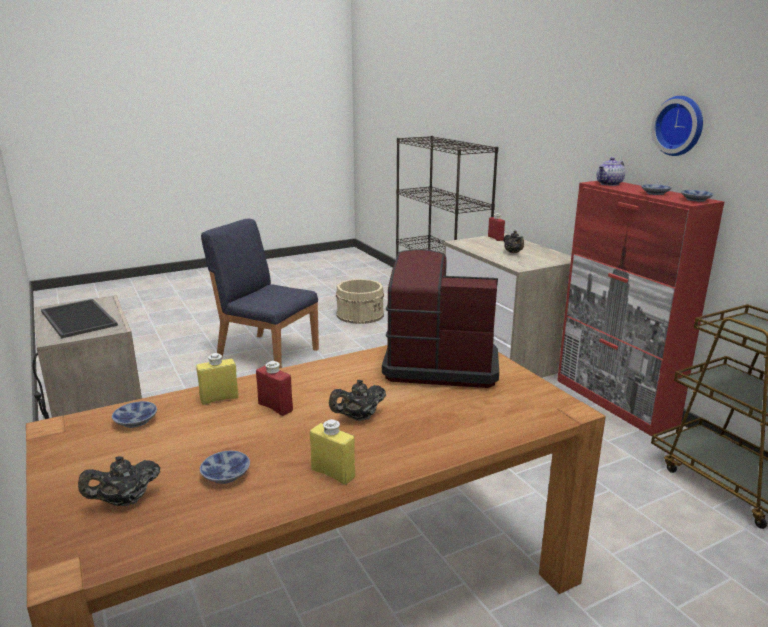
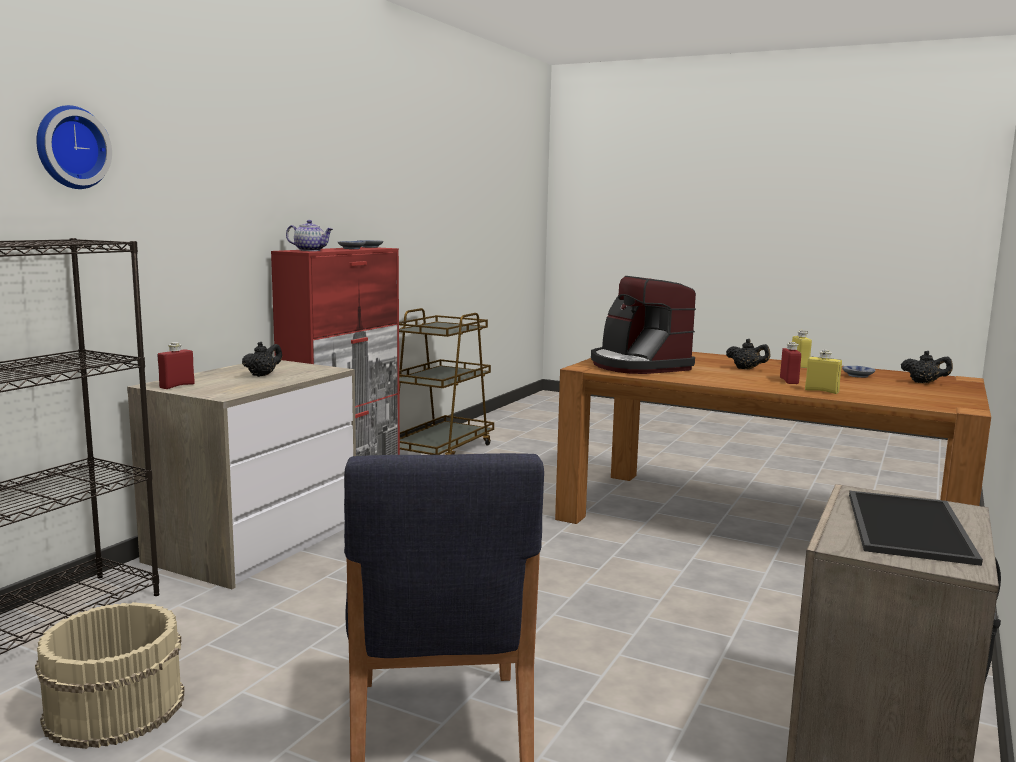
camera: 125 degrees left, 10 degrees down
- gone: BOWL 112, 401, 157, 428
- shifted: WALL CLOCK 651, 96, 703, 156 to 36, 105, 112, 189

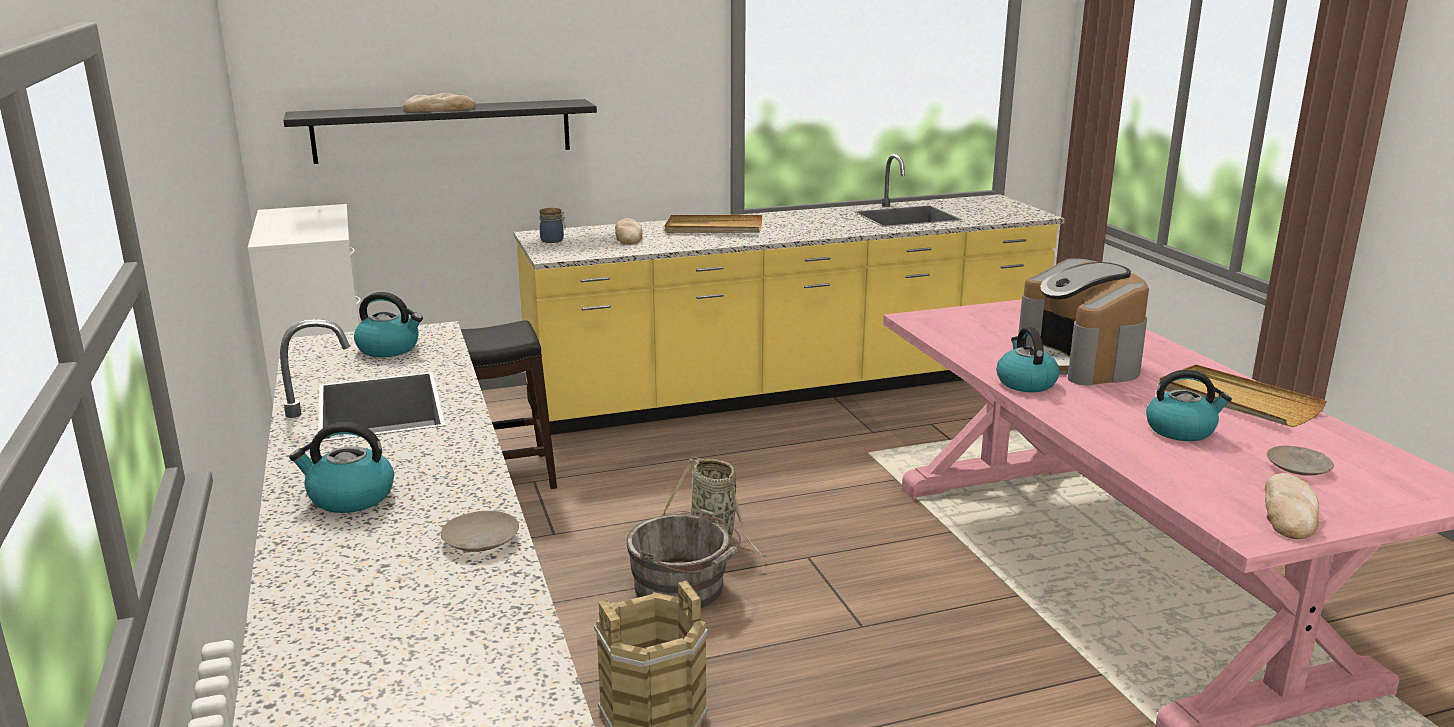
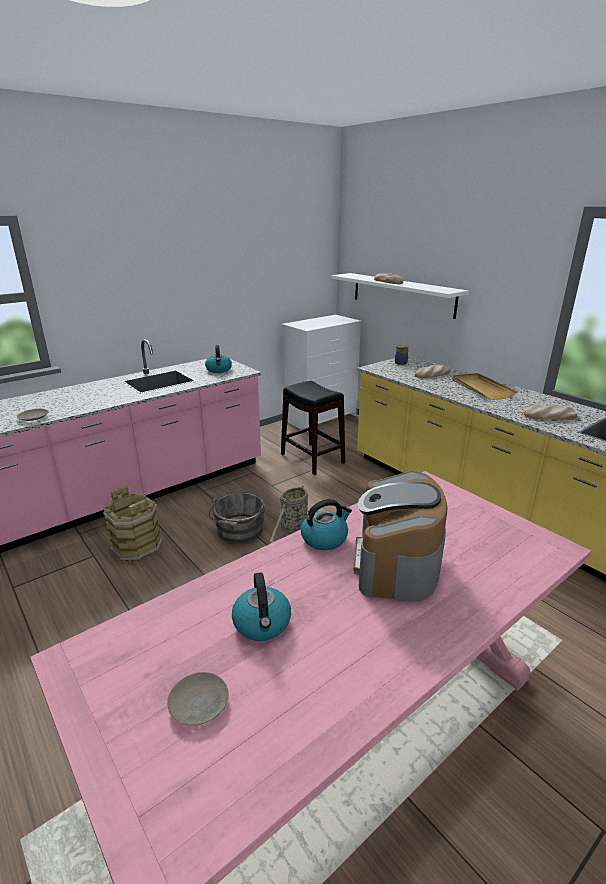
camera: 70 degrees right, 5 degrees up
- gone: KETTLE 289, 422, 394, 513
- gone: BEIGE TRAY 1159, 364, 1327, 427
- shifted: BREAD 1265, 473, 1319, 539 to 524, 405, 578, 420
- repainted: BLACK SHELF 283, 99, 597, 164 to WHITE SHELF 331, 273, 469, 319
- rotated: COFFEE MACHINE 1018, 258, 1149, 386 = 353, 471, 447, 602 45 degrees counterclockwise

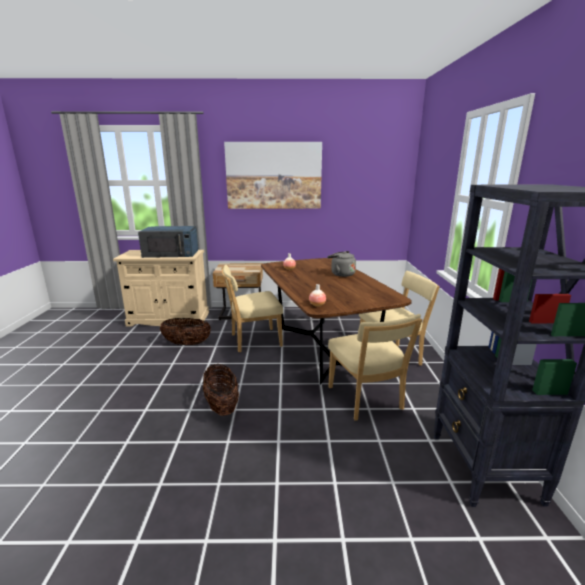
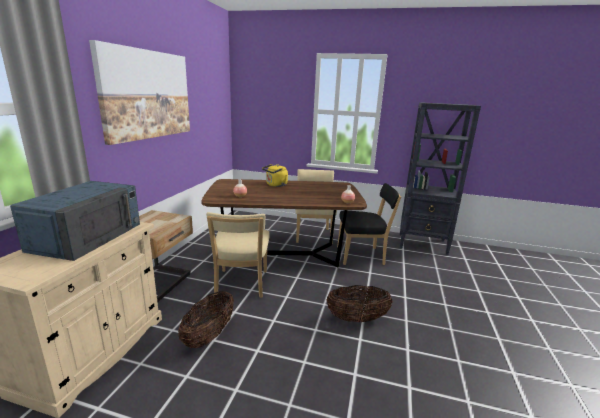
camera: 75 degrees left, 0 degrees up
- repainted: GREY KETTLE 327, 251, 356, 277 to YELLOW KETTLE 262, 164, 288, 187
- repainted: BEIGE CHAIR 328, 314, 422, 421 to BLACK CHAIR 337, 183, 401, 265

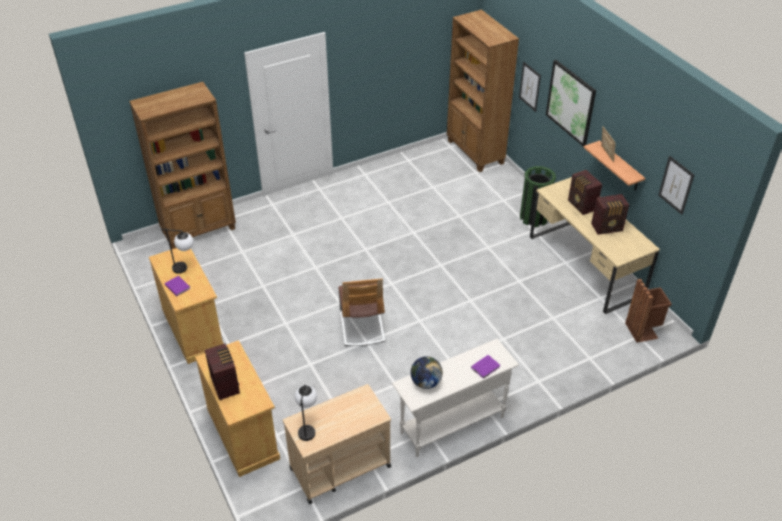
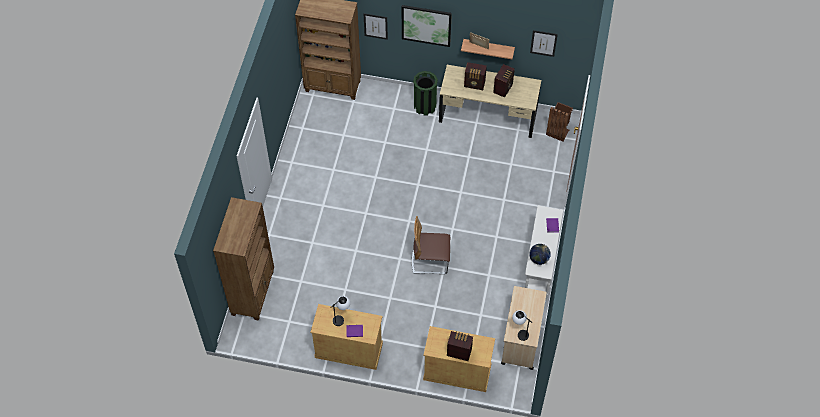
camera: 50 degrees left, 15 degrees up
- rotated: CHAIR 338, 278, 385, 346 = 412, 216, 450, 274 150 degrees clockwise

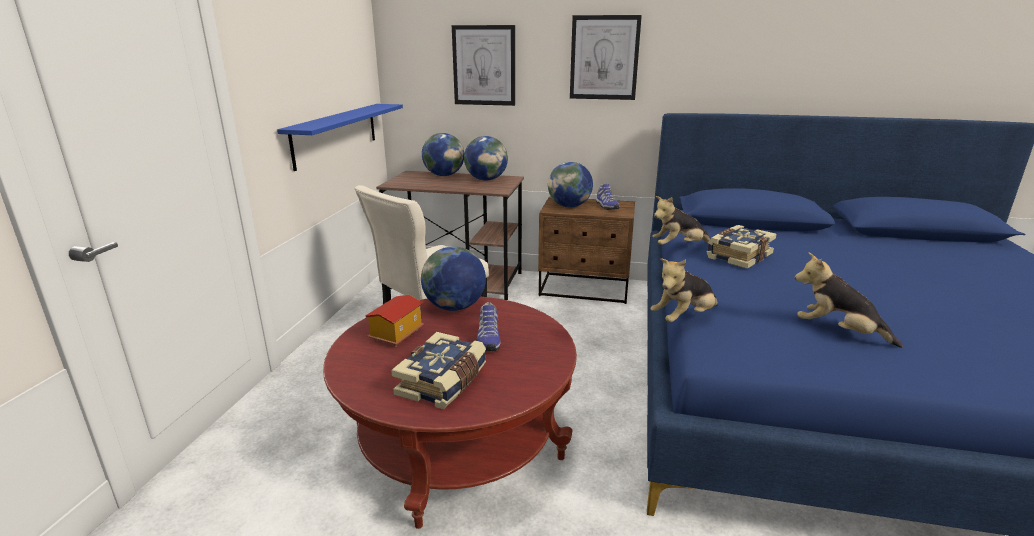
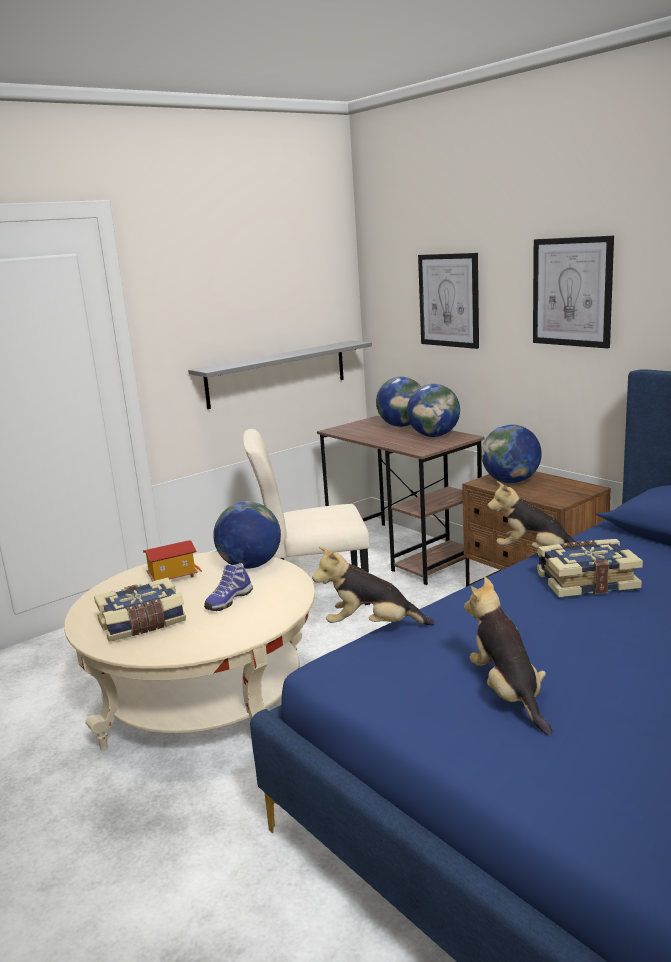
camera: 40 degrees right, 5 degrees down
- gone: SHOE 596, 184, 620, 210
- repainted: BLUE SHELF 277, 104, 403, 171 to GREY SHELF 188, 341, 372, 409
- repainted: RED COFFEE TABLE 323, 296, 577, 529 to BEIGE COFFEE TABLE 64, 552, 315, 751

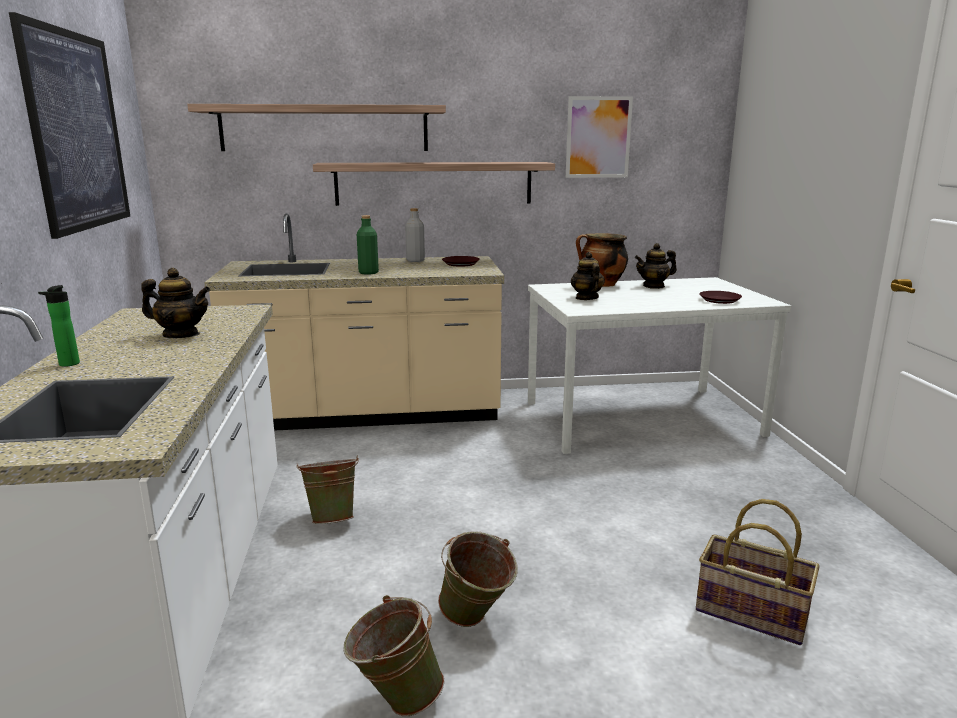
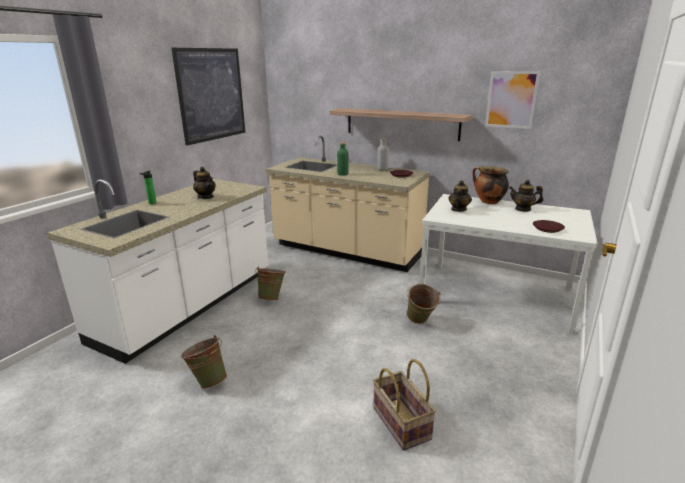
camera: 35 degrees right, 5 degrees up
- gone: SHELF 187, 104, 446, 151
- shifted: GREEN BUCKET 438, 531, 518, 627 to 407, 284, 441, 324

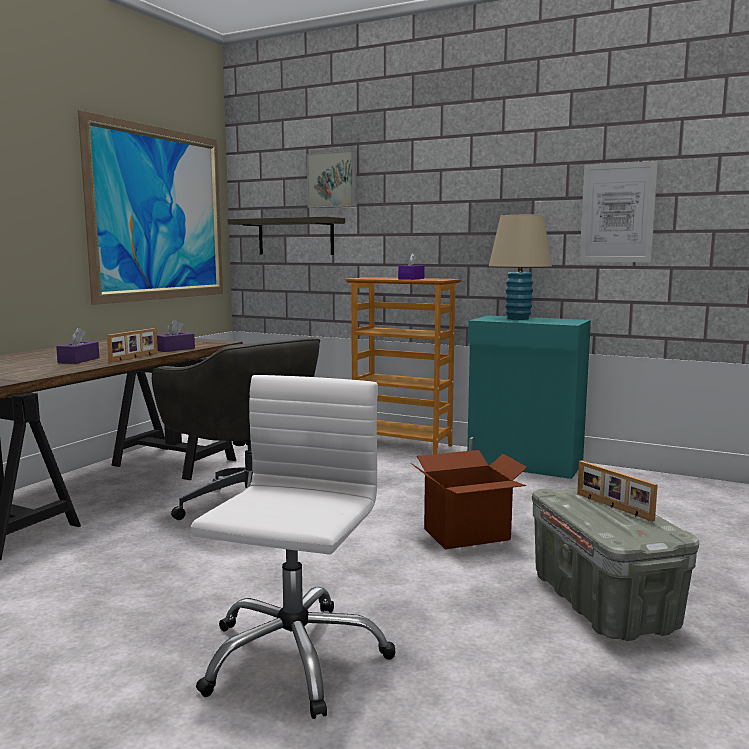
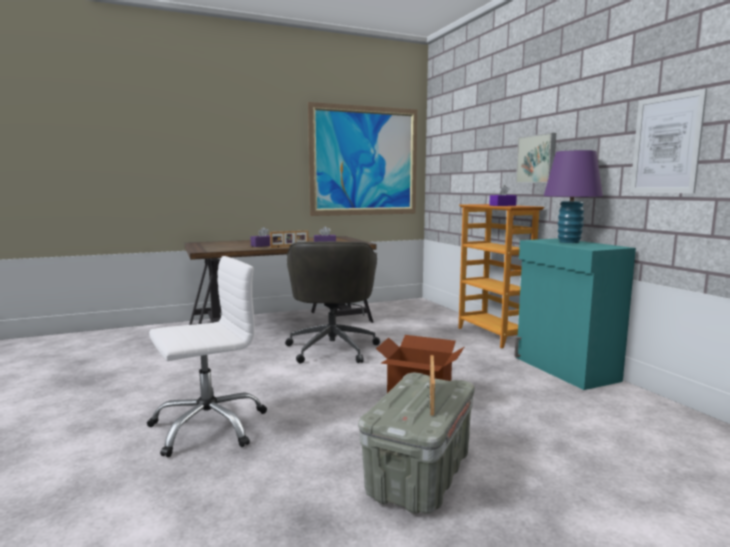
camera: 40 degrees right, 0 degrees up
- gone: SHELF 228, 216, 345, 255
- shifted: PICTURE 307, 150, 357, 208 to 516, 133, 556, 183
- repainted: BEIGE TABLE LAMP 489, 215, 552, 320 to PURPLE TABLE LAMP 544, 150, 603, 243

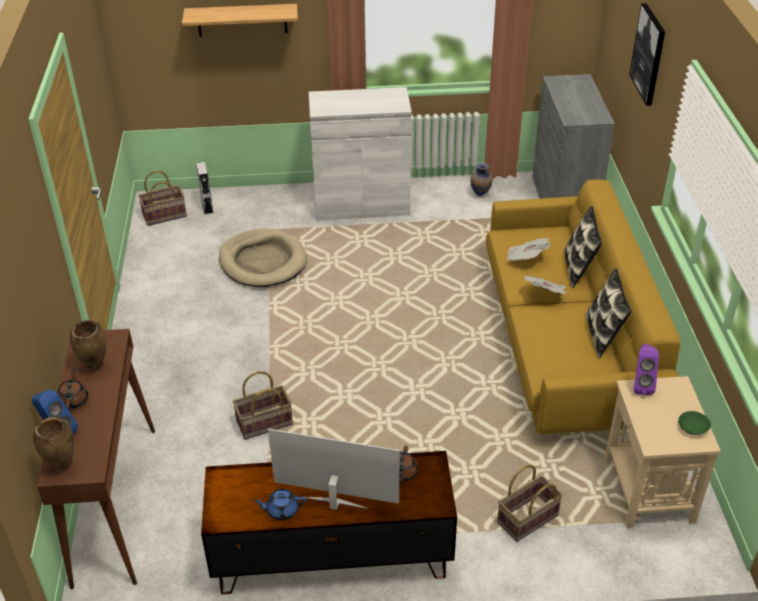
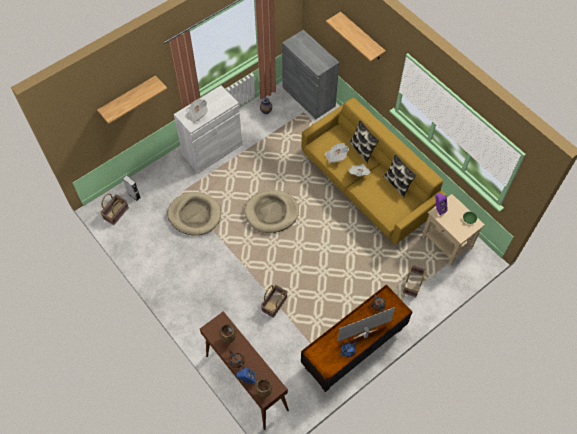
camera: 35 degrees left, 20 degrees up
- new: NEWSPAPER 185, 98, 208, 123
- new: BEIGE DOG BED 244, 190, 299, 233
- swapped: PICTURE 629, 3, 665, 106 to SHELF 326, 12, 386, 62

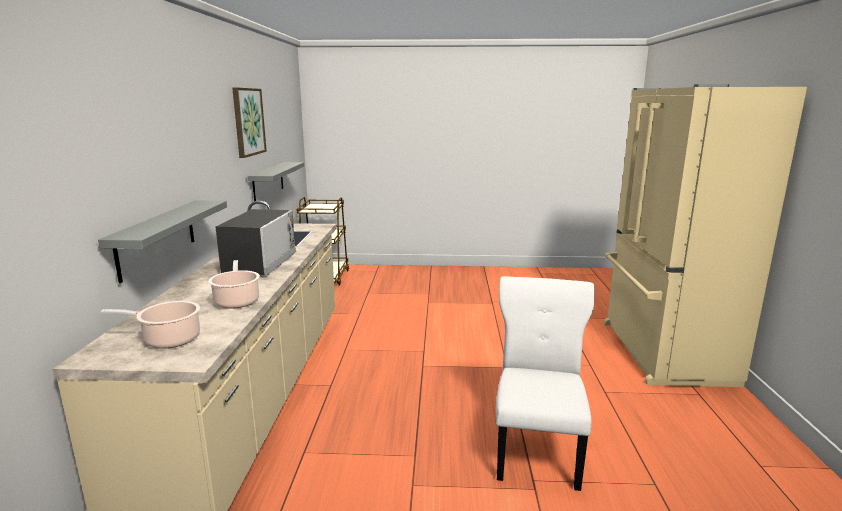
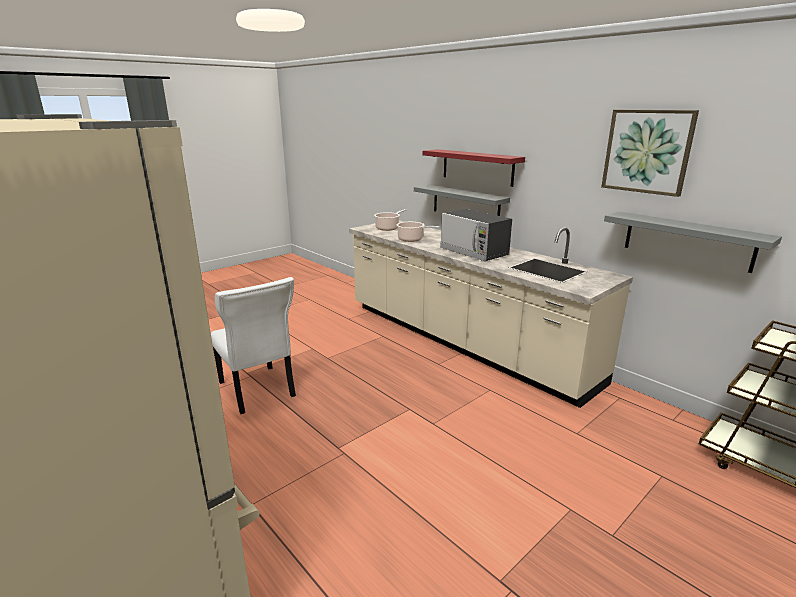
camera: 135 degrees right, 5 degrees up
- new: RED SHELF 423, 149, 525, 187

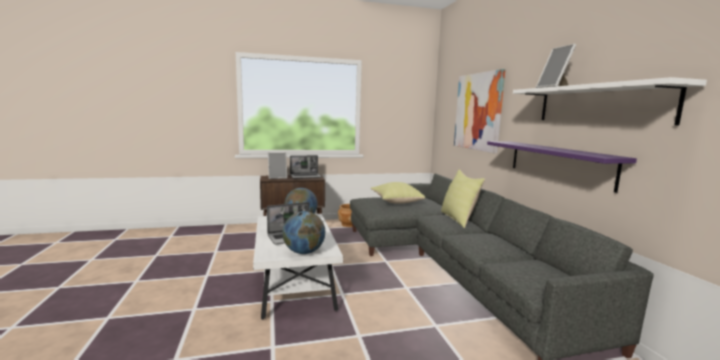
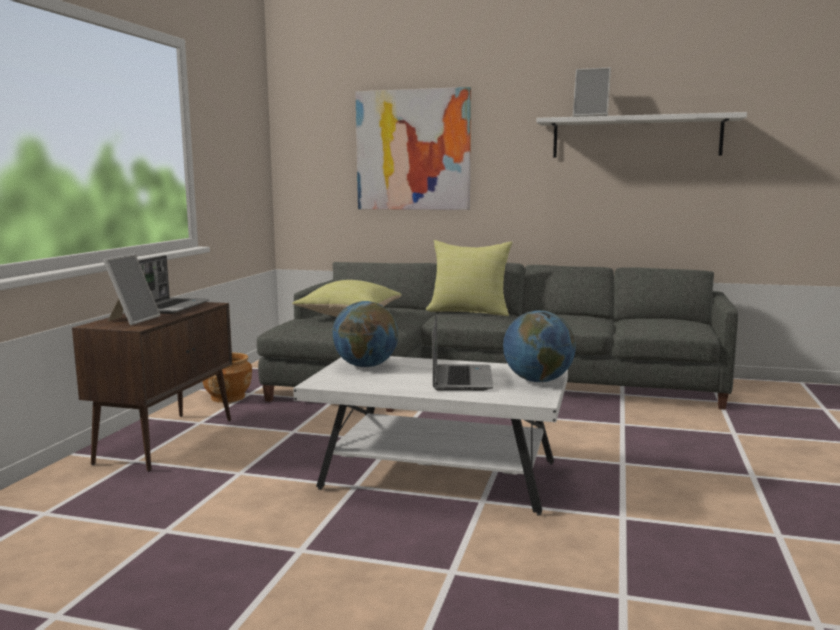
camera: 60 degrees left, 0 degrees up
- gone: PURPLE SHELF 487, 141, 637, 193

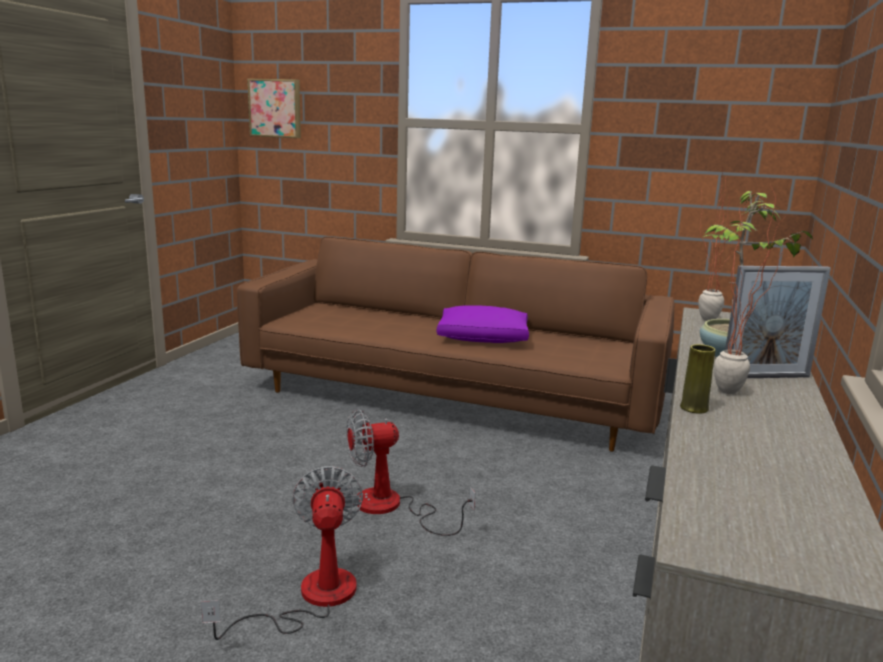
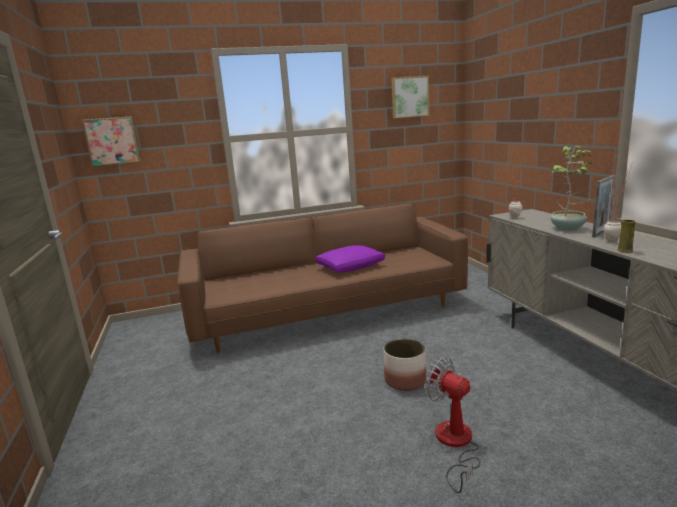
camera: 35 degrees left, 0 degrees up
- new: PICTURE 391, 76, 429, 118
- swapped: FAN 347, 409, 475, 536 to PLANTER 383, 339, 426, 391

